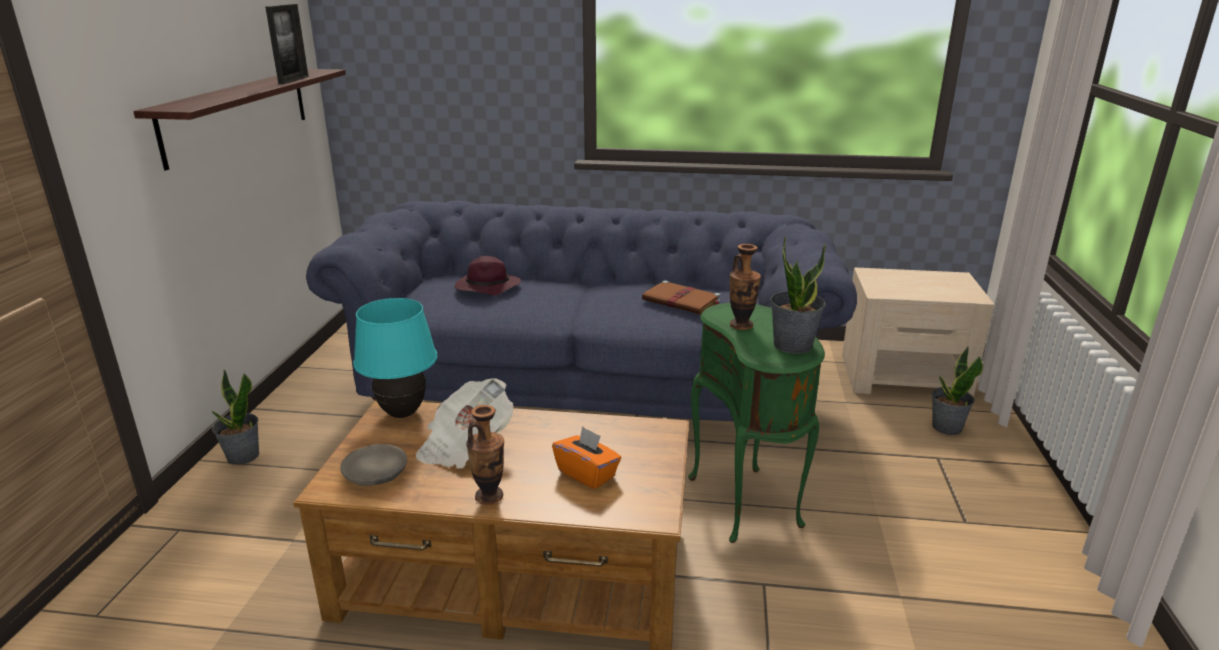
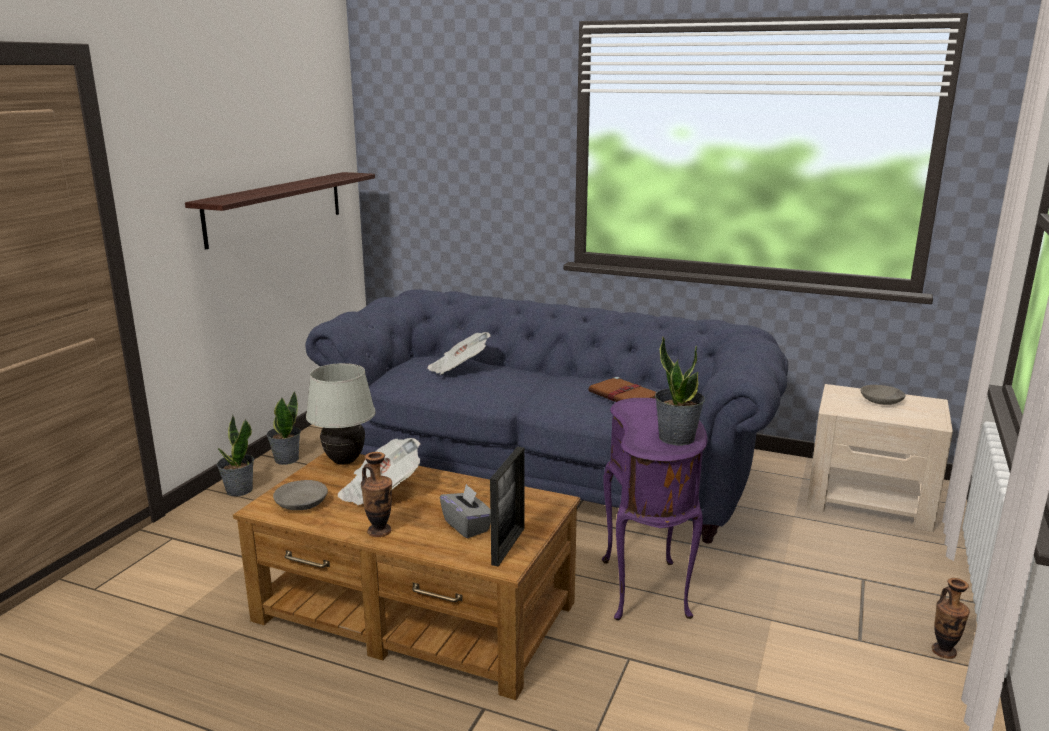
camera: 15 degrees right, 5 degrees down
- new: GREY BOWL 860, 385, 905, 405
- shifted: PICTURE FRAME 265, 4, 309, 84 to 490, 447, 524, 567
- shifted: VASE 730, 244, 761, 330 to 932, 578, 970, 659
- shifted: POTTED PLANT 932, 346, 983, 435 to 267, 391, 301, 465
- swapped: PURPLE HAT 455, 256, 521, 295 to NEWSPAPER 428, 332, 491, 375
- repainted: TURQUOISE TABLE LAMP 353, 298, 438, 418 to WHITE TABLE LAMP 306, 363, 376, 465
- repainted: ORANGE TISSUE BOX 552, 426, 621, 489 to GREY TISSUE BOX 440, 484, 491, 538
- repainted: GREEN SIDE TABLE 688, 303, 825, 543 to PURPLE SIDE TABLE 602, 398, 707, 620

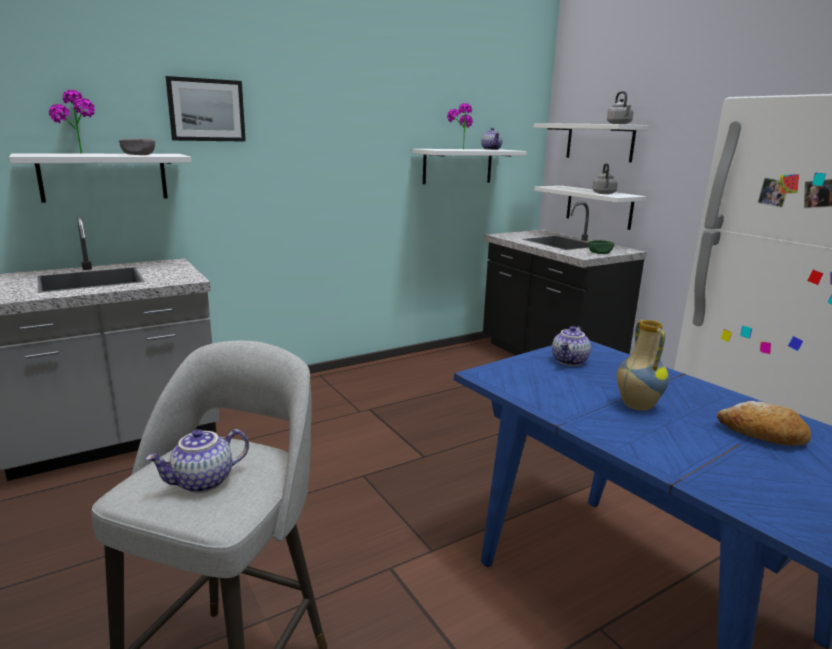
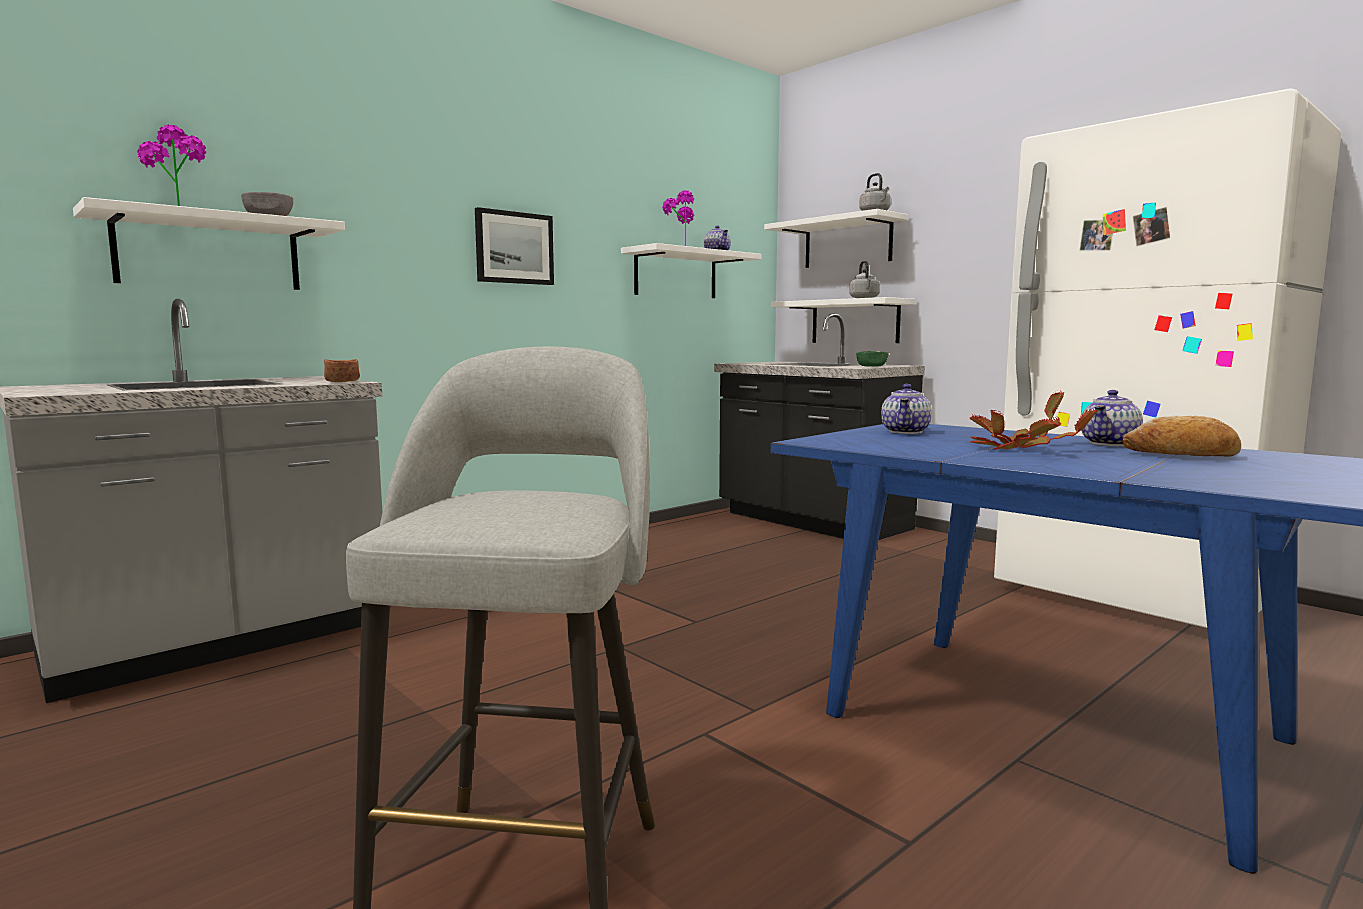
camera: 10 degrees left, 10 degrees down
- new: BROWN BOWL 324, 359, 360, 382
- shifted: TEAPOT 145, 429, 249, 493 to 1081, 390, 1143, 446
- shifted: PICTURE 166, 76, 246, 142 to 475, 207, 554, 285
- swapped: VASE 617, 320, 669, 411 to POTTED PLANT 970, 391, 1097, 450

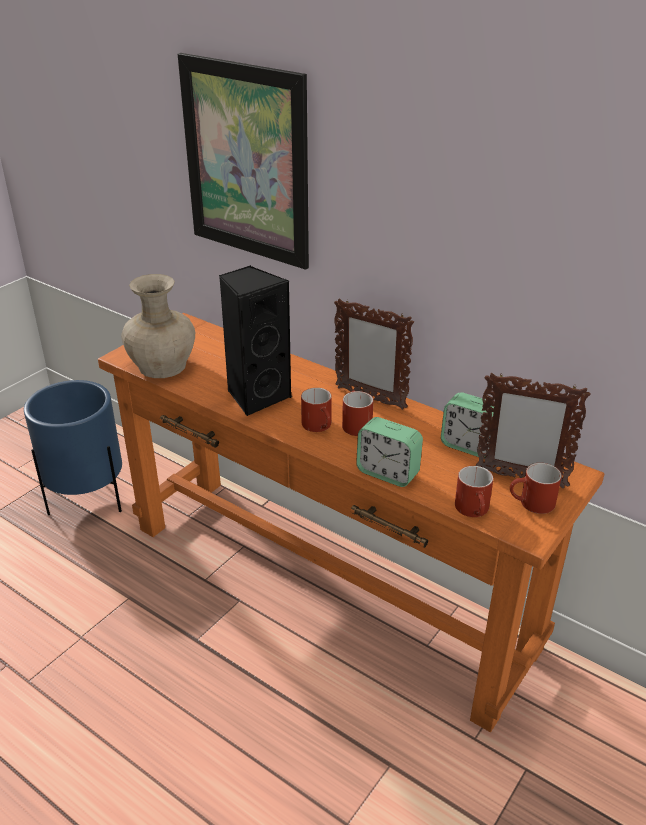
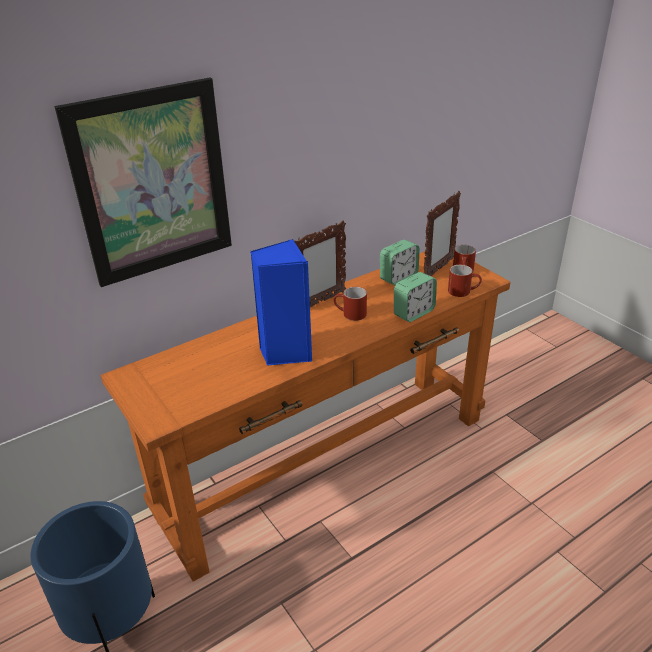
camera: 70 degrees left, 0 degrees up
- gone: BEIGE VASE 121, 274, 195, 378
- gone: RED MUG 301, 388, 332, 432
- repainted: BLACK SPEAKER 219, 265, 292, 416 to BLUE SPEAKER 250, 239, 312, 366

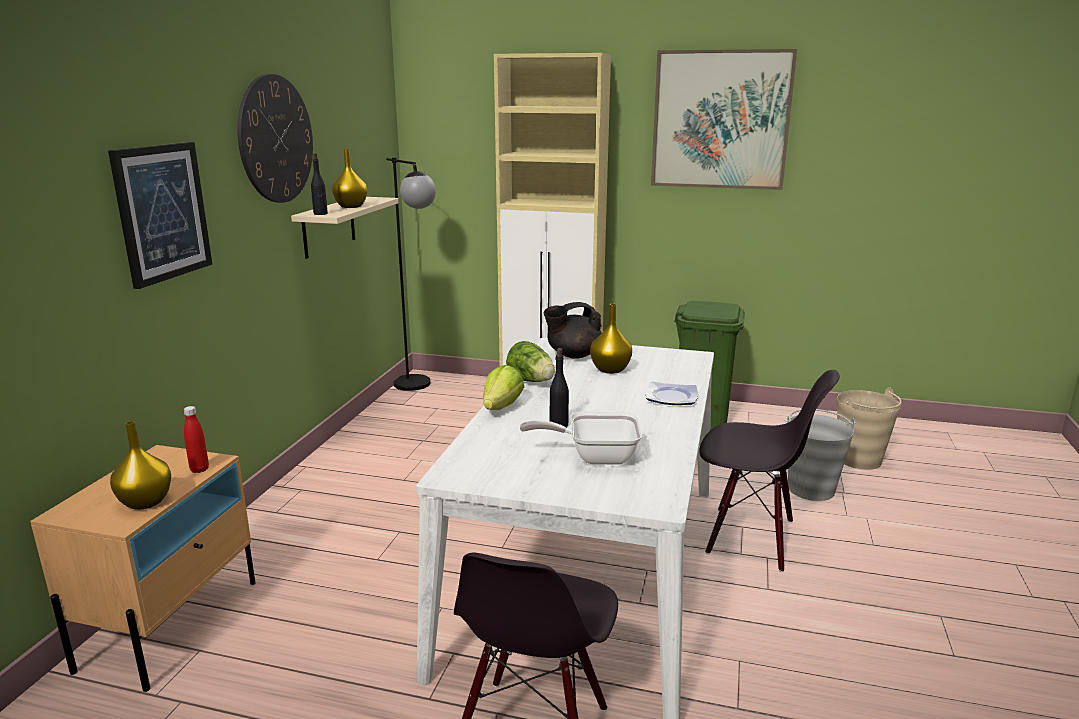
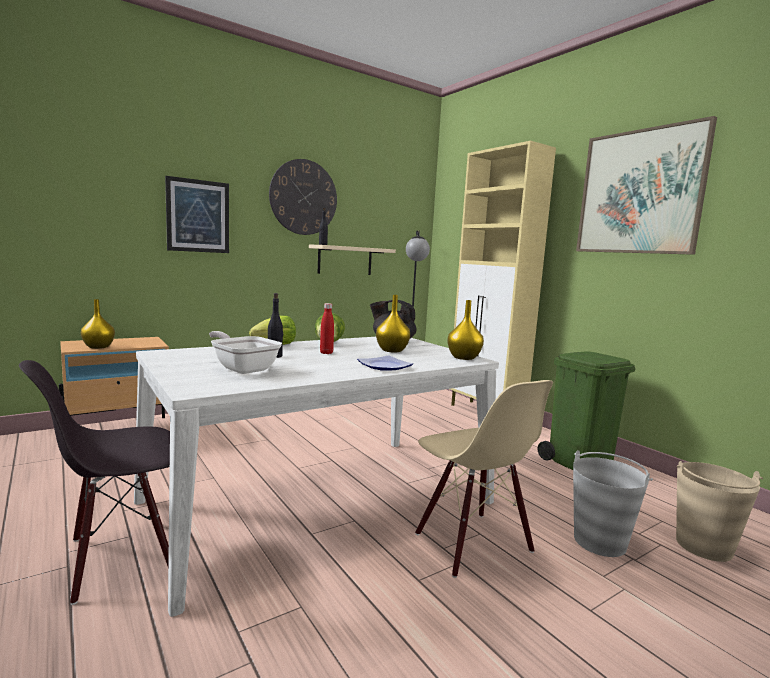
camera: 40 degrees right, 10 degrees down
- shifted: RED BOTTLE 184, 406, 209, 473 to 320, 303, 334, 354
- shifted: YELLOW VASE 332, 149, 367, 208 to 447, 300, 484, 360
- repainted: BLACK CHAIR 699, 370, 840, 572 to BEIGE CHAIR 415, 380, 553, 578

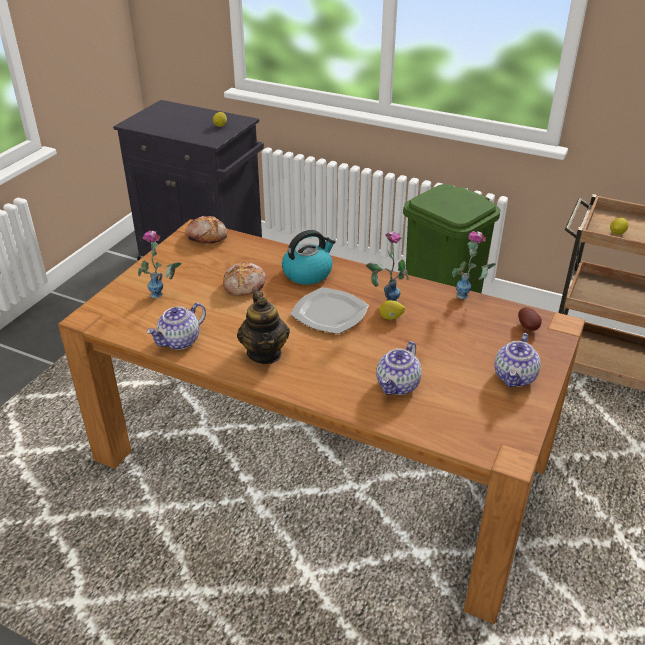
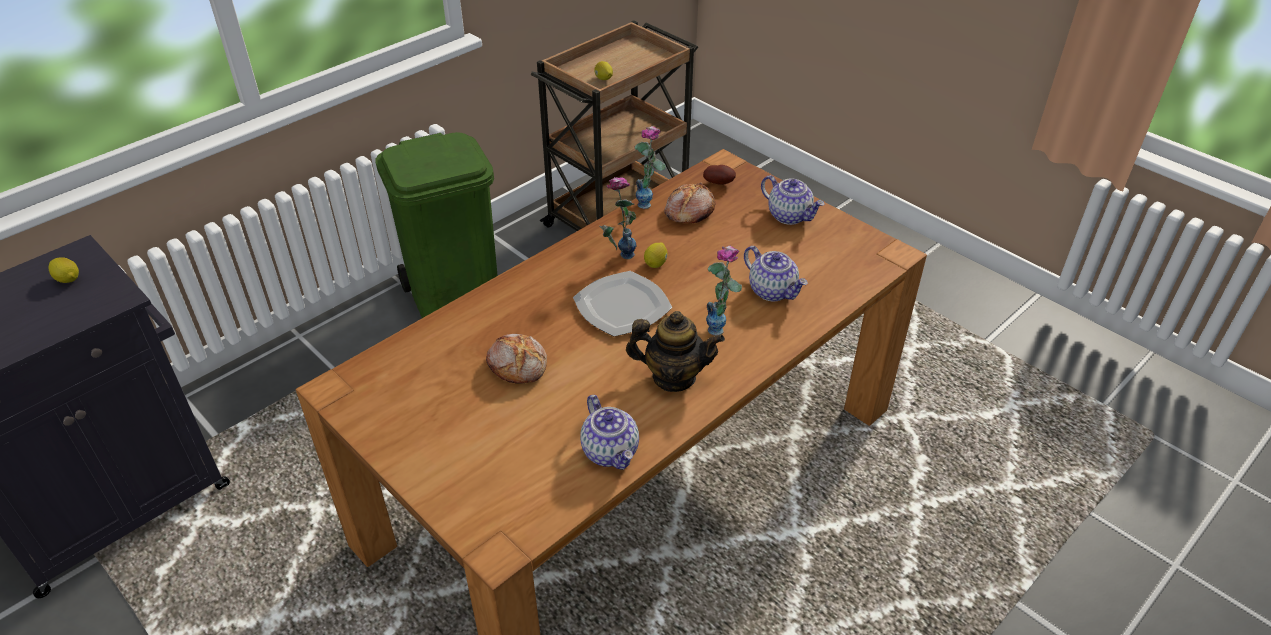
camera: 70 degrees left, 5 degrees up
- gone: KETTLE 282, 230, 336, 285
- shifted: VASE 138, 230, 182, 298 to 706, 246, 742, 336
- shifted: BREAD 185, 216, 227, 244 to 664, 183, 715, 223

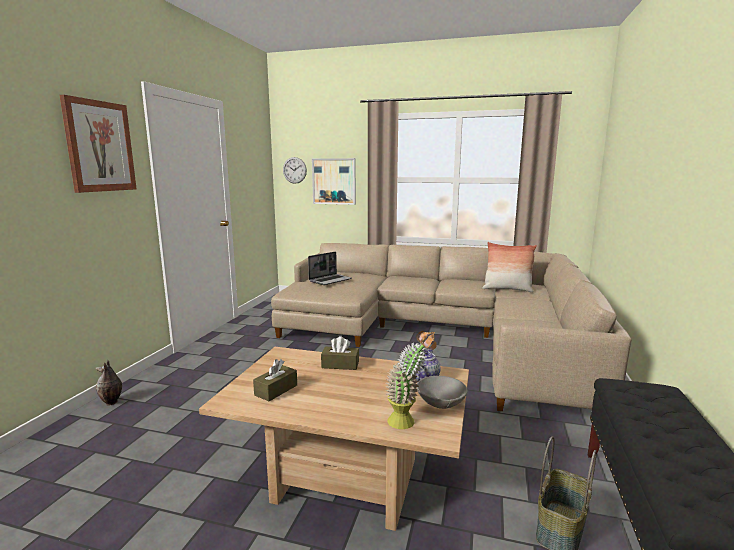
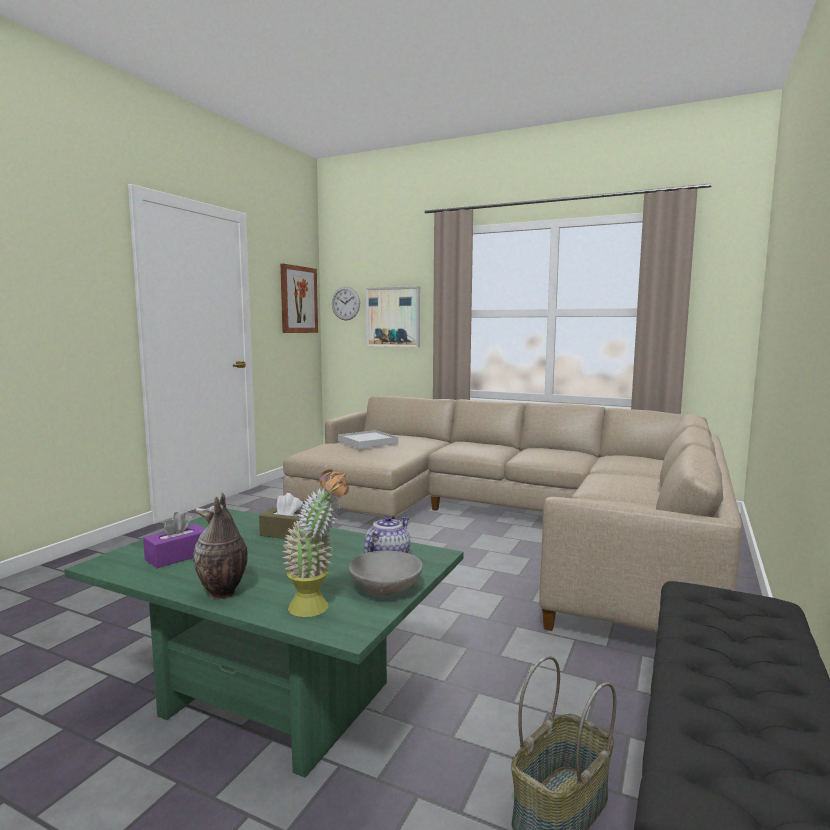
camera: 10 degrees right, 5 degrees down
- gone: PILLOW 482, 242, 537, 292
- shifted: PICTURE 59, 95, 137, 193 to 280, 264, 318, 333
- shifted: VASE 95, 360, 122, 406 to 193, 493, 248, 600
- swapped: LAPTOP 308, 252, 352, 285 to WHITE TRAY 338, 430, 398, 449
- repainted: BEIGE COFFEE TABLE 199, 347, 469, 531 to GREEN COFFEE TABLE 64, 509, 464, 778
- repainted: BROWN TISSUE BOX 253, 359, 297, 401 to PURPLE TISSUE BOX 143, 512, 205, 568

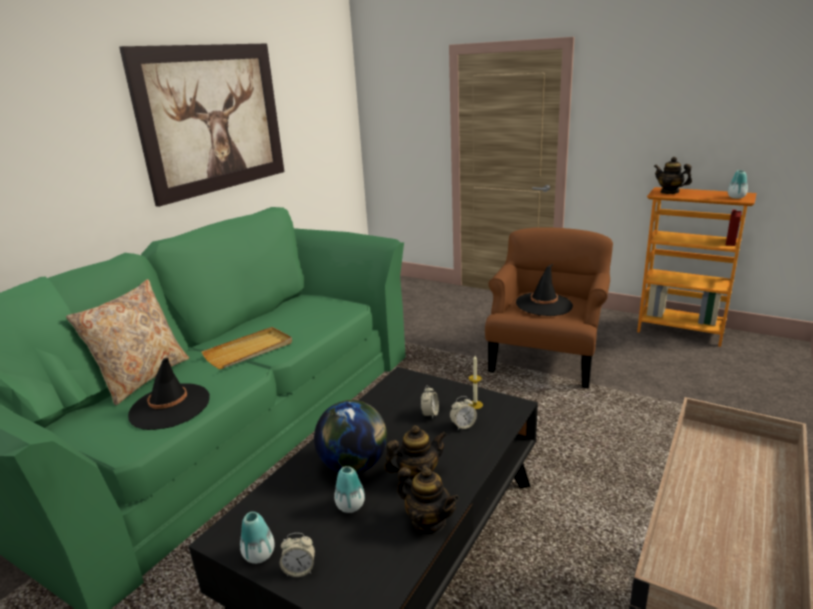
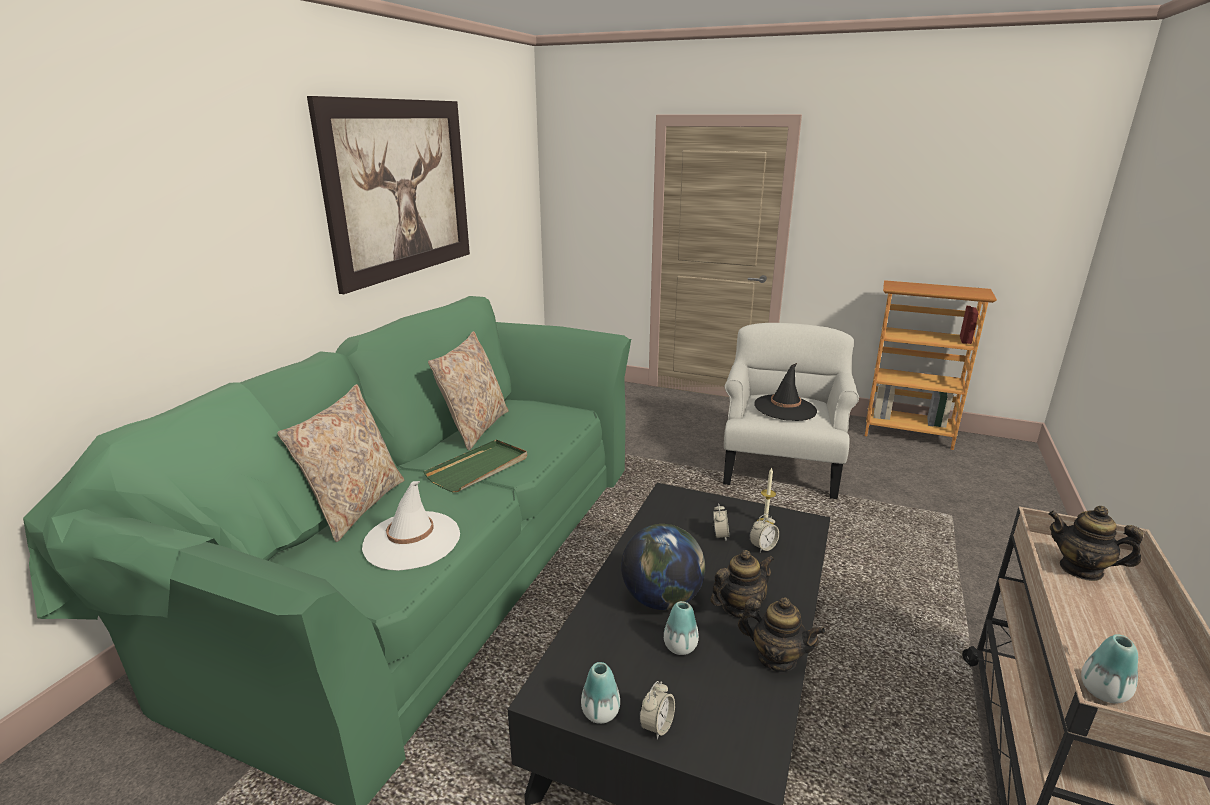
camera: 10 degrees left, 0 degrees up
- new: BEIGE PILLOW 428, 331, 508, 450
- shifted: TEAPOT 654, 157, 692, 194 to 1048, 506, 1143, 581
- shifted: VASE 728, 170, 748, 199 to 1081, 634, 1138, 703
- repainted: BLACK HAT 128, 358, 210, 430 to WHITE HAT 362, 481, 460, 571
- repainted: BEIGE TRAY 201, 327, 292, 369 to GREEN TRAY 423, 439, 527, 492
- repainted: BROWN ARMCHAIR 485, 227, 613, 389 to WHITE ARMCHAIR 723, 323, 859, 499
- rotated: ALARM CLOCK 280, 533, 315, 577 = 639, 681, 675, 739 45 degrees counterclockwise

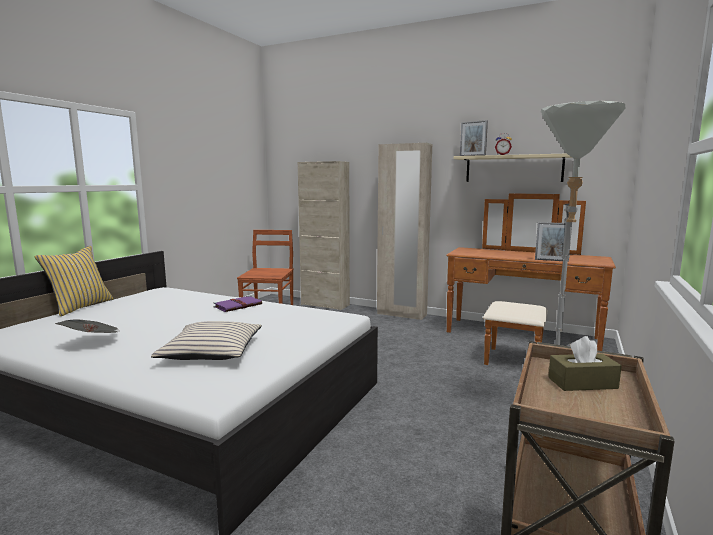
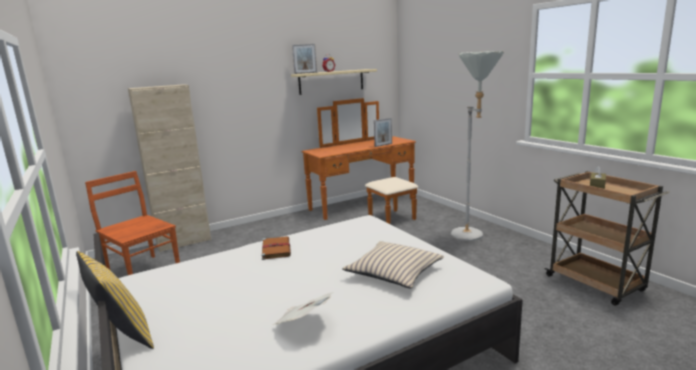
camera: 55 degrees left, 5 degrees up
- gone: BEIGE WARDROBE 377, 143, 432, 320
- repainted: PURPLE BOOK 213, 296, 262, 312 to BROWN BOOK 261, 236, 291, 260

